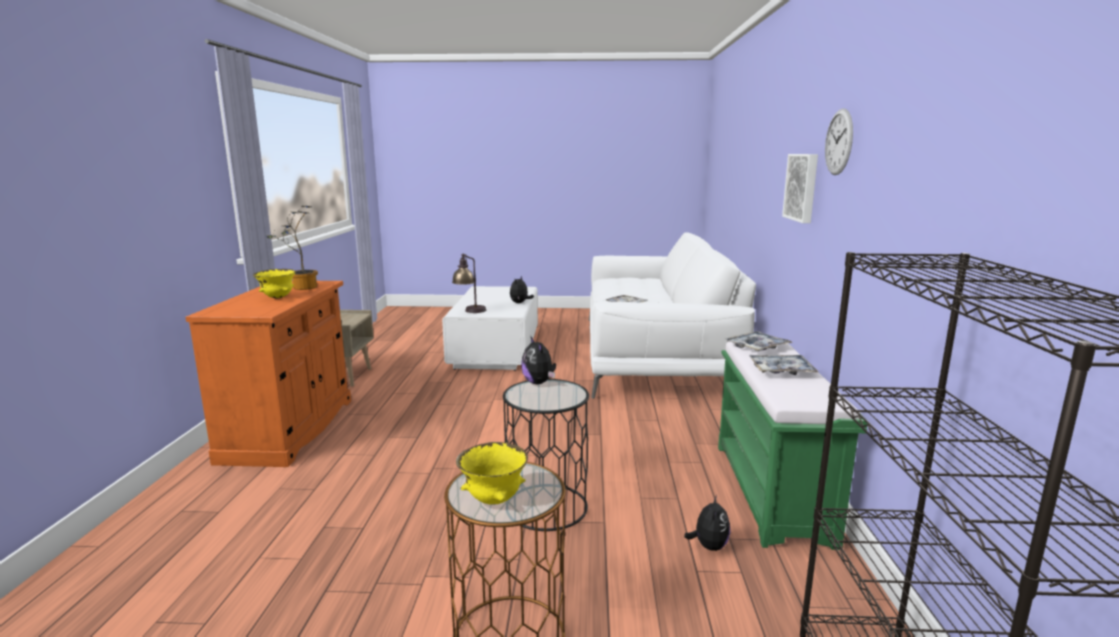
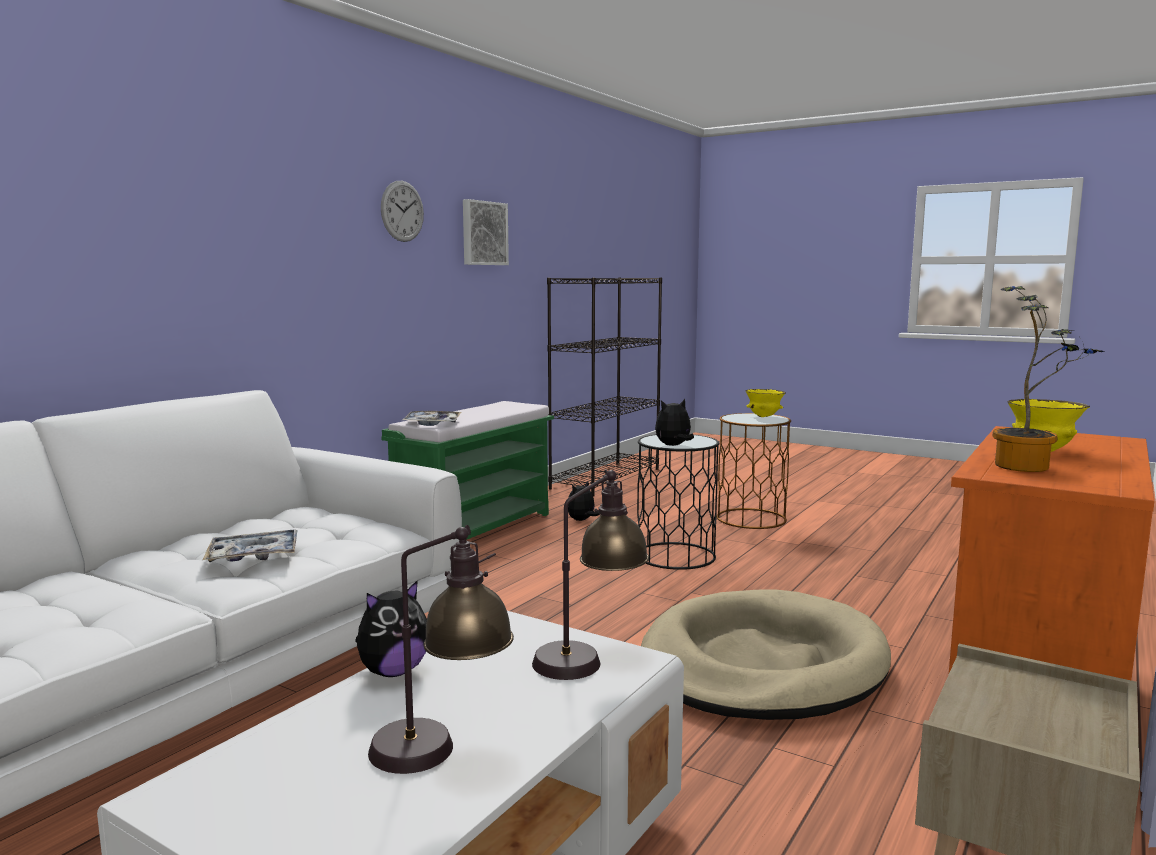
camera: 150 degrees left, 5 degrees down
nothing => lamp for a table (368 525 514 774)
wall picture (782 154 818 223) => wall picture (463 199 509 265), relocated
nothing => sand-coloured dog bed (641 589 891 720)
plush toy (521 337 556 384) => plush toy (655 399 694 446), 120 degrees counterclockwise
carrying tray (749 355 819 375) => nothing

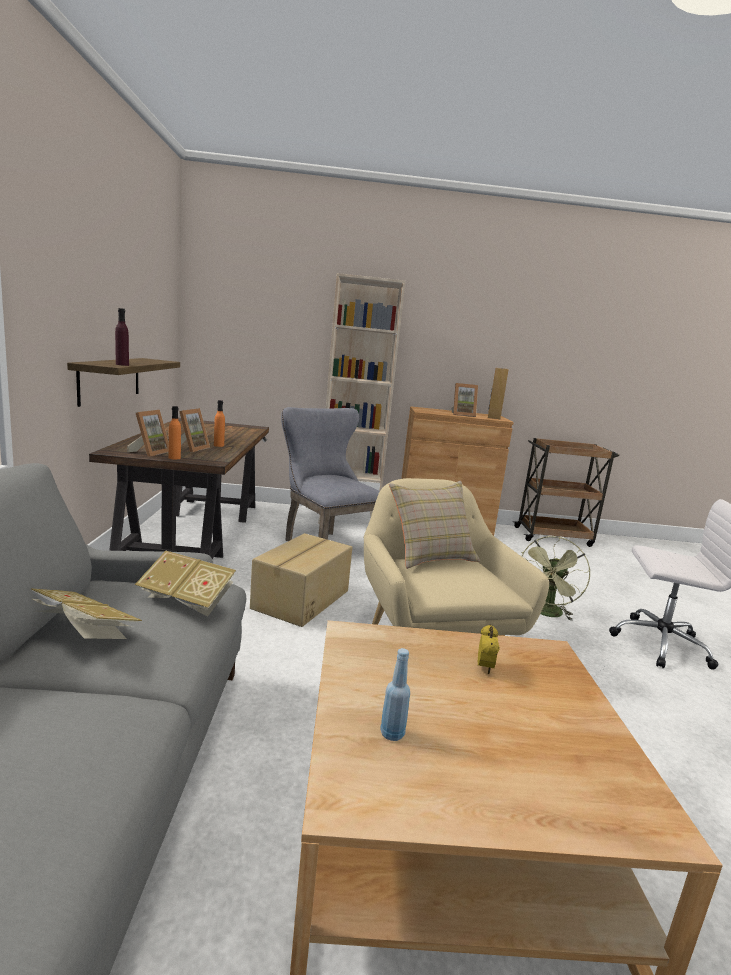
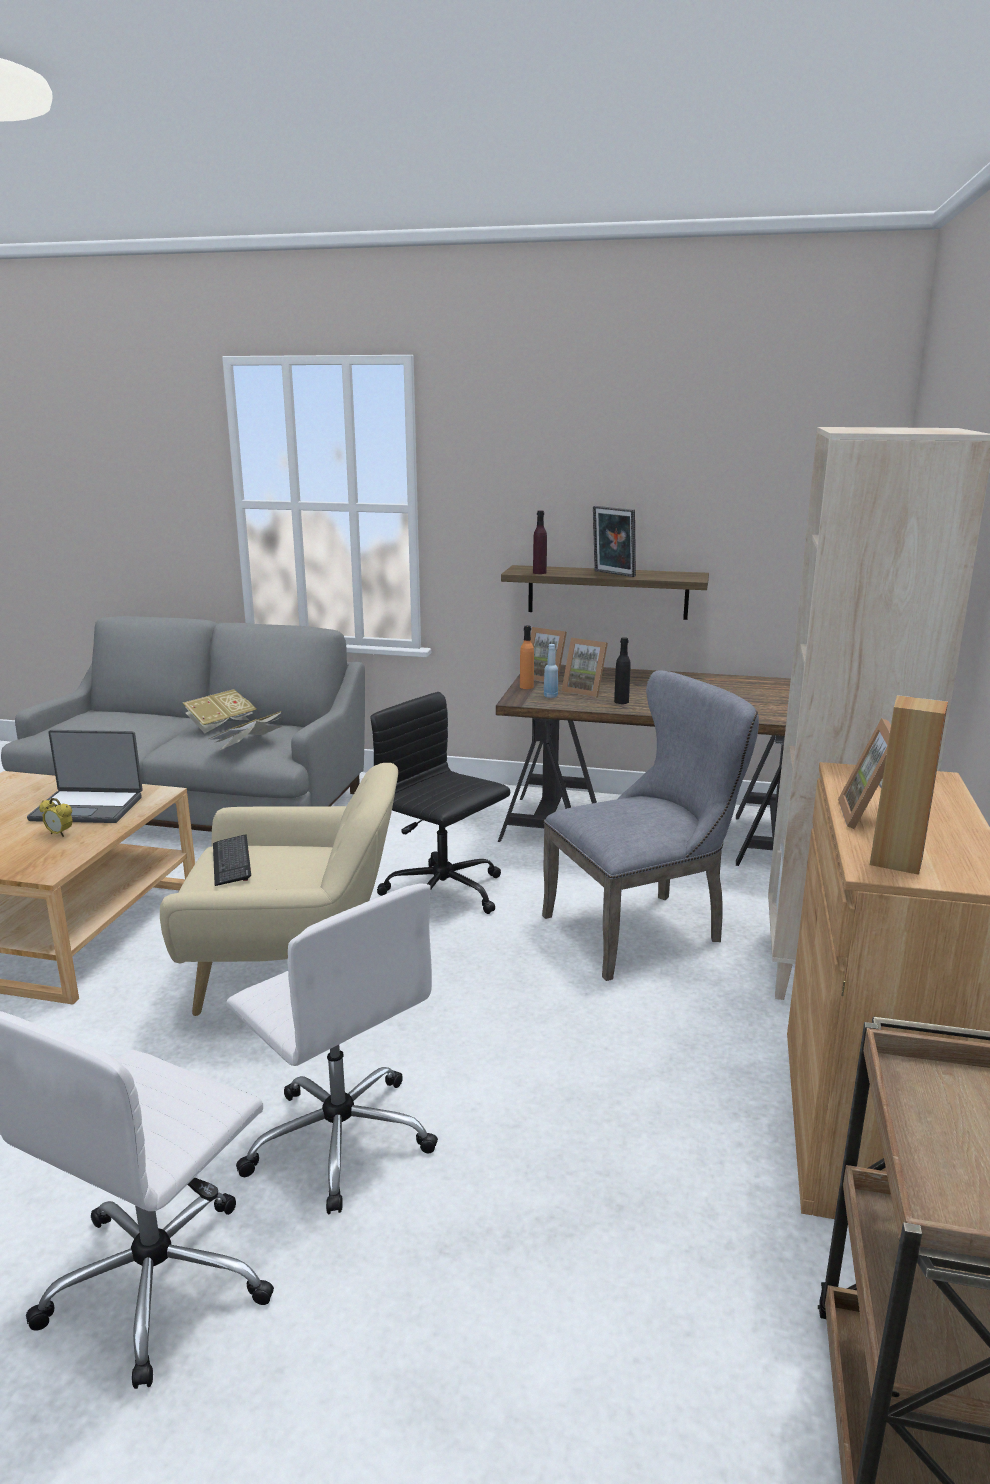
camera: 105 degrees right, 5 degrees up
nothing => notebook computer (27 730 143 823)
nothing => PC keyboard (213 834 251 886)
green-coloured electric fan (521 536 591 621) => white-coloured desk chair (226 883 438 1215)
packing box (250 533 352 627) => black-coloured desk chair (370 692 510 914)
blue beverage bottle (380 648 410 741) => blue beverage bottle (544 644 558 698), relocated
nothing => standing frame (593 506 636 577)
orangey beverage bottle (214 400 225 447) => black-coloured beverage bottle (614 637 631 704)
sand-coloured cushion (389 481 480 569) => nothing

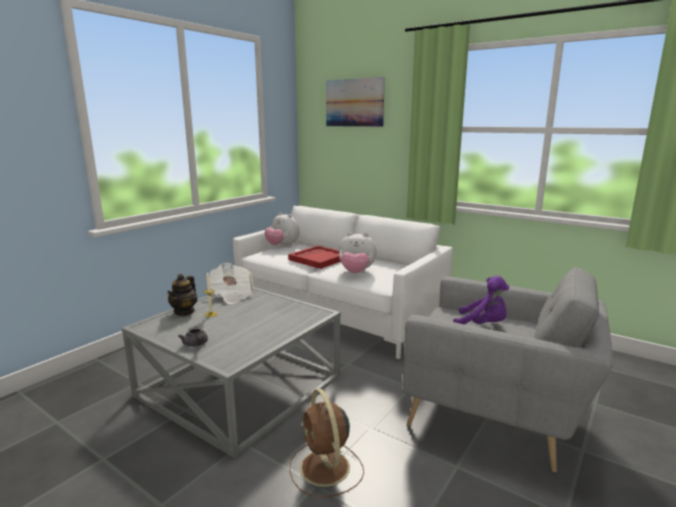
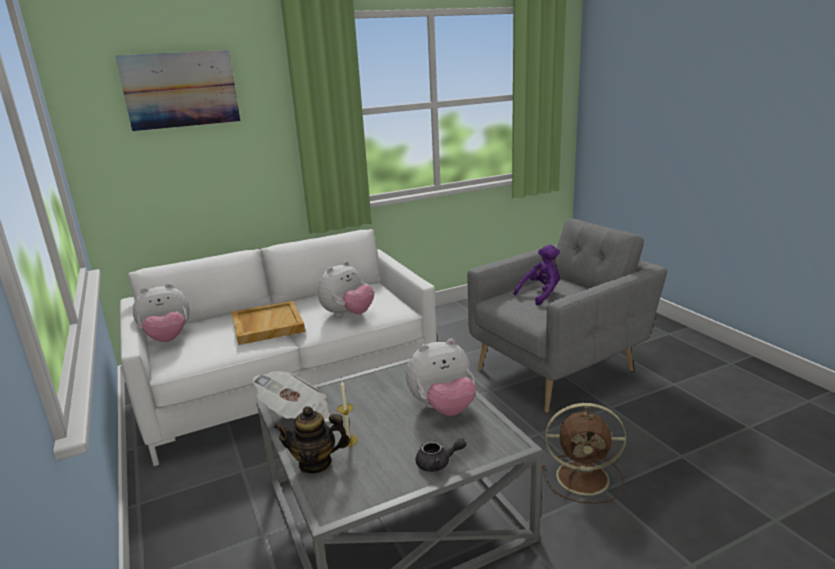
camera: 60 degrees left, 5 degrees up
reddish carrying tray (288 245 341 269) => sand-coloured carrying tray (232 301 305 345)
pot for tea (167 274 197 316) => pot for tea (273 406 350 474), 135 degrees clockwise
nothing => plush toy (406 339 476 416)

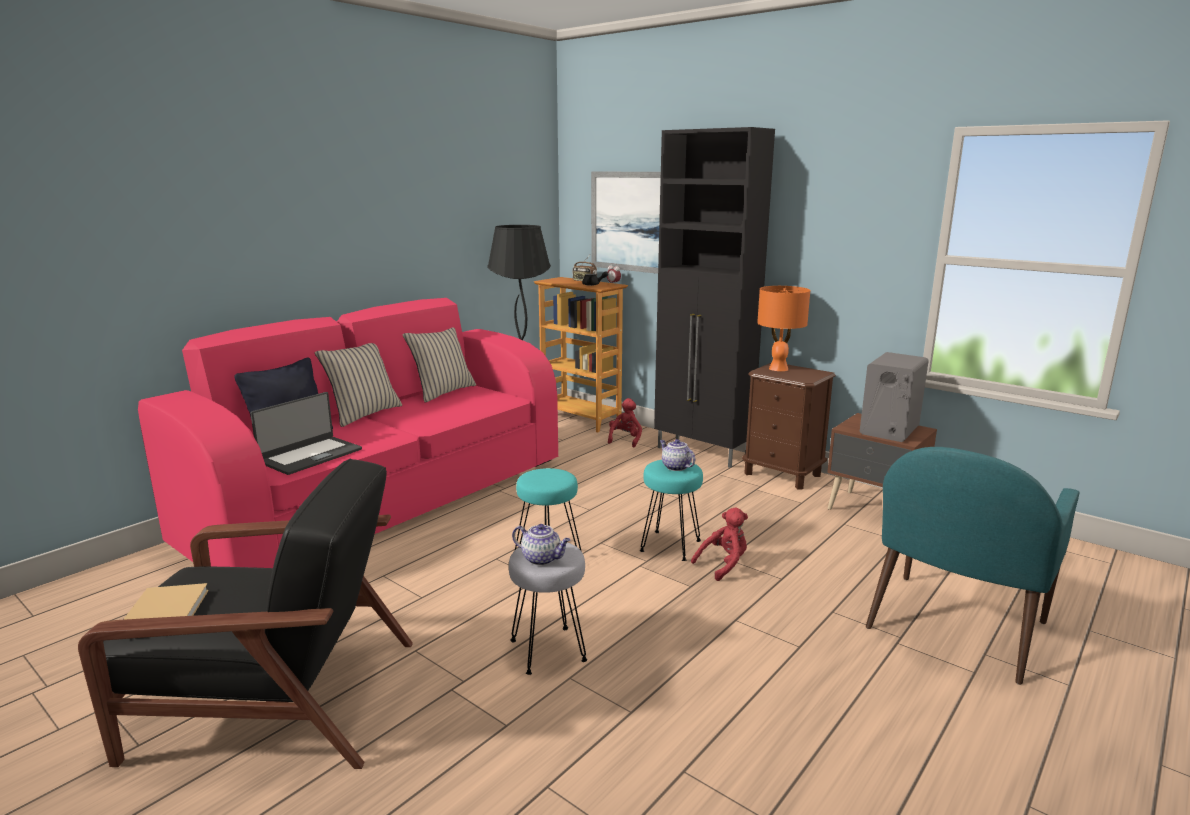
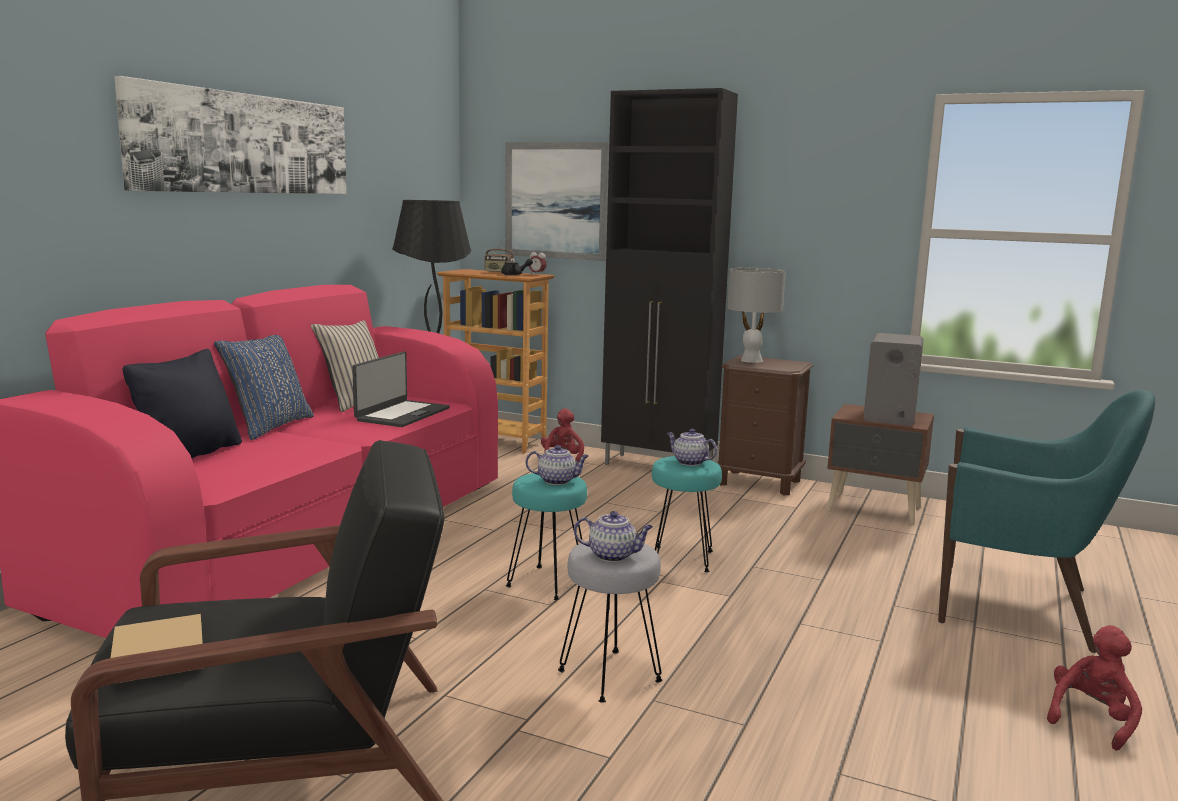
camera: 15 degrees left, 5 degrees down
nothing => wall picture (114 76 347 194)
sand-coloured cushion (315 343 402 427) => blue cushion (214 335 314 440)
notebook computer (250 392 362 475) => notebook computer (352 351 450 427), relocated
nothing => pot for tea (526 445 589 485)
orangey lamp for a table (757 286 810 371) => grey lamp for a table (727 268 786 363)
turquoise-coloured easy chair (866 447 1080 685) => turquoise-coloured easy chair (938 390 1155 653), 90 degrees counterclockwise
reddish plush toy (691 507 748 581) => reddish plush toy (1047 625 1142 751), relocated

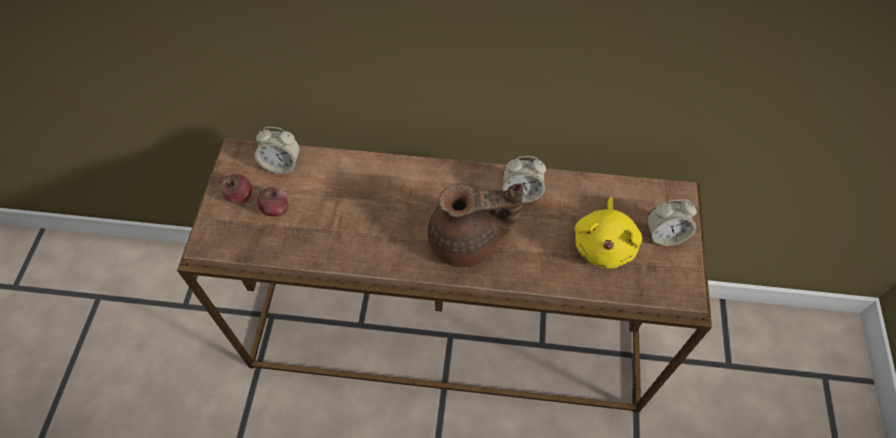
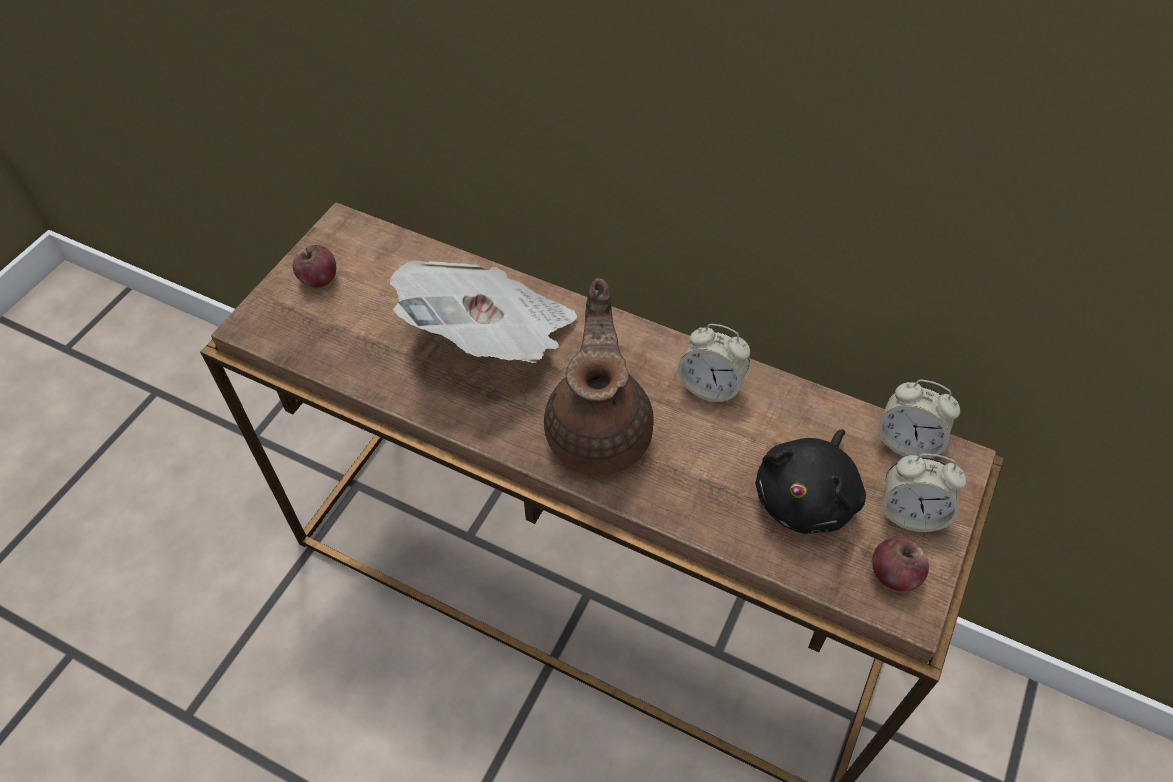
camera: 20 degrees right, 5 degrees down
nothing => printed paper (390 261 577 363)
brown-coloured pot for tea (428 183 524 267) => brown-coloured pot for tea (544 278 654 476), 105 degrees counterclockwise
yellowish plush toy (575 197 642 269) => black-coloured plush toy (755 429 866 534)
apple (257 187 290 216) => apple (872 537 929 591), relocated
table clock (255 127 300 174) => table clock (878 380 960 458), relocated

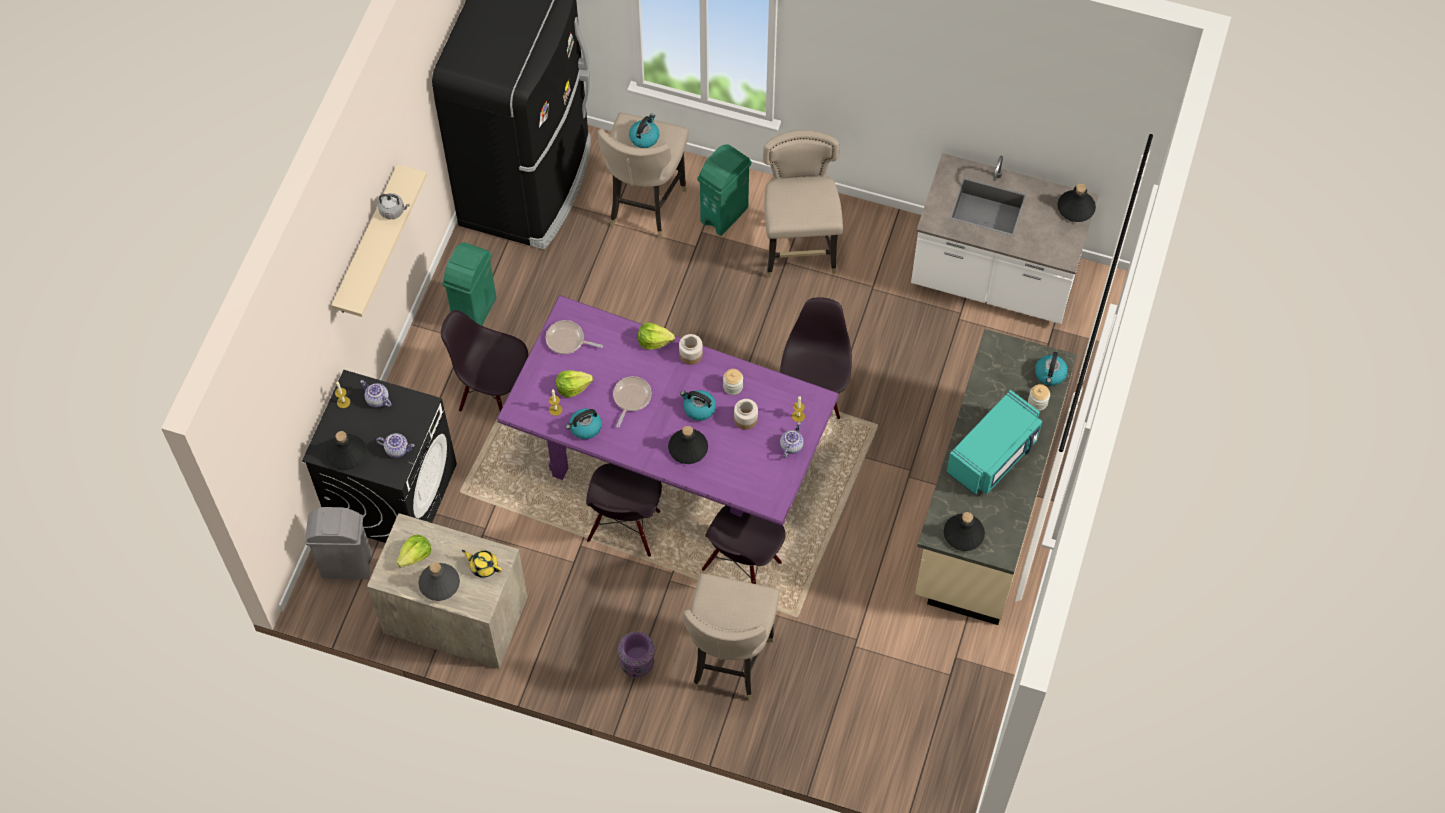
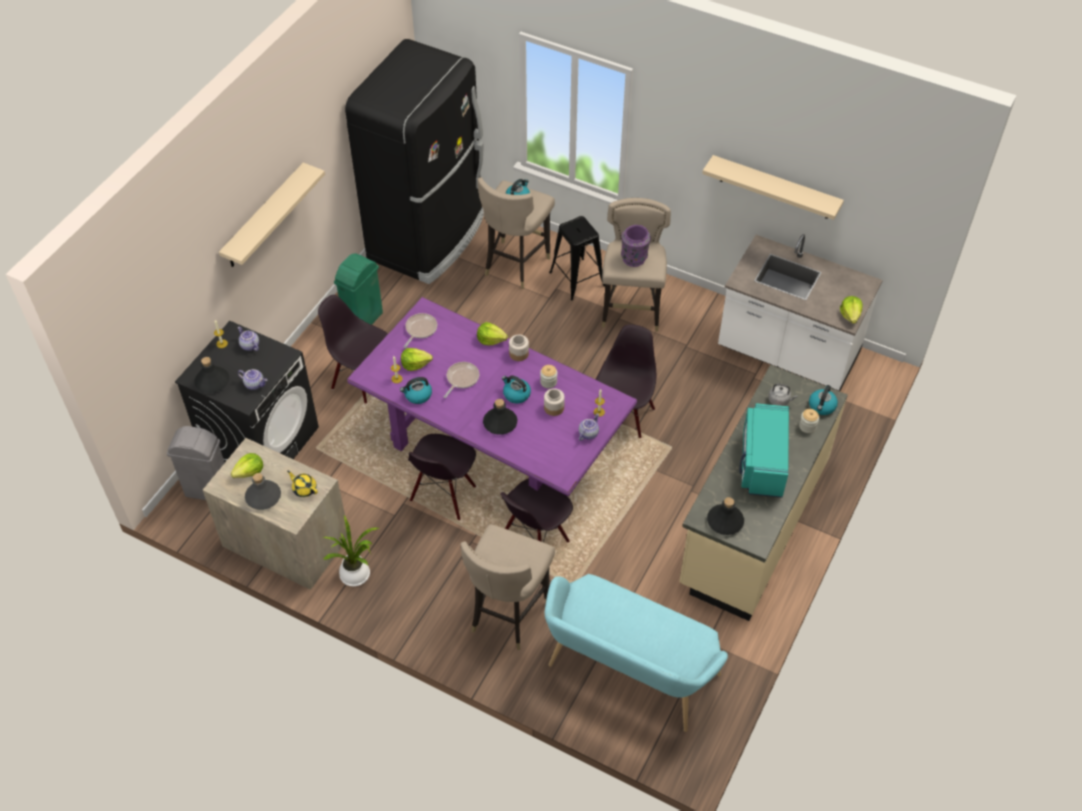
camera: 10 degrees right, 10 degrees down
nothing => plant in a pot (322 515 379 586)
skillet (546 320 603 354) => skillet (403 313 437 348), 90 degrees clockwise
nothing => turquoise-coloured long seat (545 574 728 732)
green-coloured waste bin (697 144 752 236) => black-coloured stool (549 216 605 300)
purplish flower vase (618 632 655 678) => purplish flower vase (621 225 651 267), relocated
nothing => sand-coloured bracket shelf (702 155 844 220)
turquoise-coloured microwave oven (946 390 1042 495) => turquoise-coloured microwave oven (740 403 789 497), 135 degrees clockwise
grey kettle (378 193 410 219) => grey kettle (768 384 798 406), relocated
nothing => lettuce (840 296 862 324)
black-coloured beverage bottle (1057 183 1096 222) => nothing

